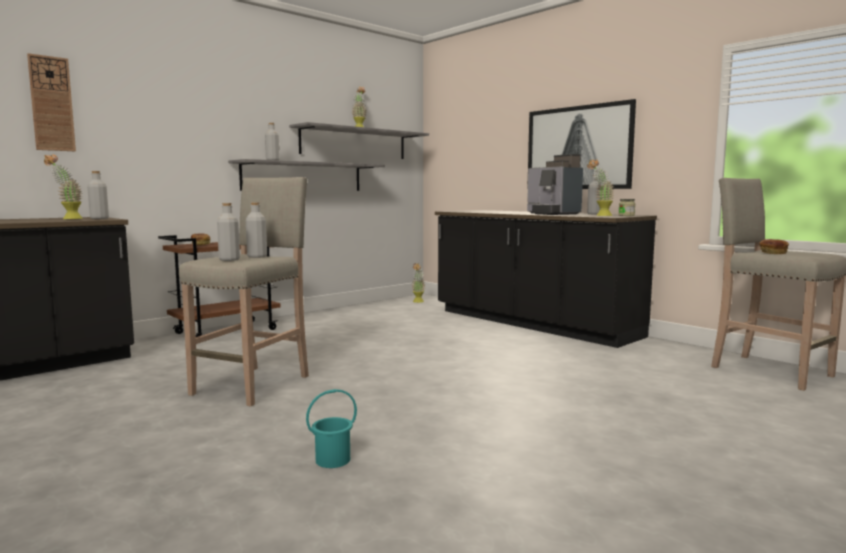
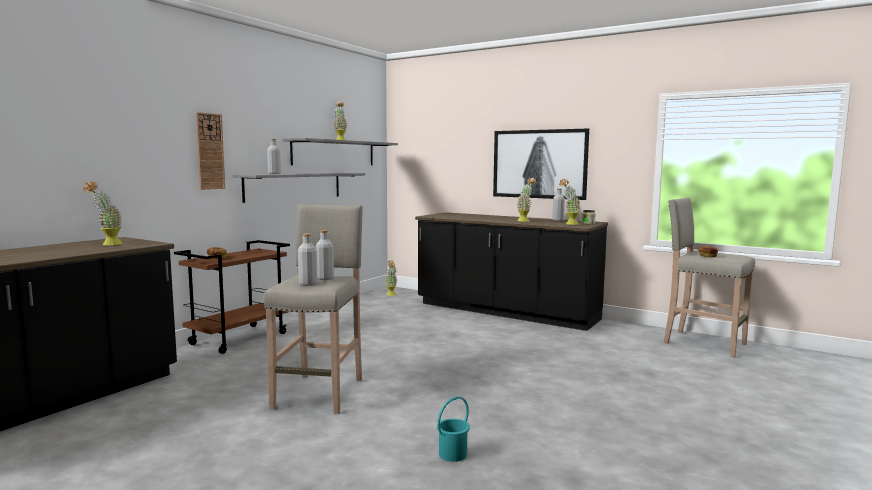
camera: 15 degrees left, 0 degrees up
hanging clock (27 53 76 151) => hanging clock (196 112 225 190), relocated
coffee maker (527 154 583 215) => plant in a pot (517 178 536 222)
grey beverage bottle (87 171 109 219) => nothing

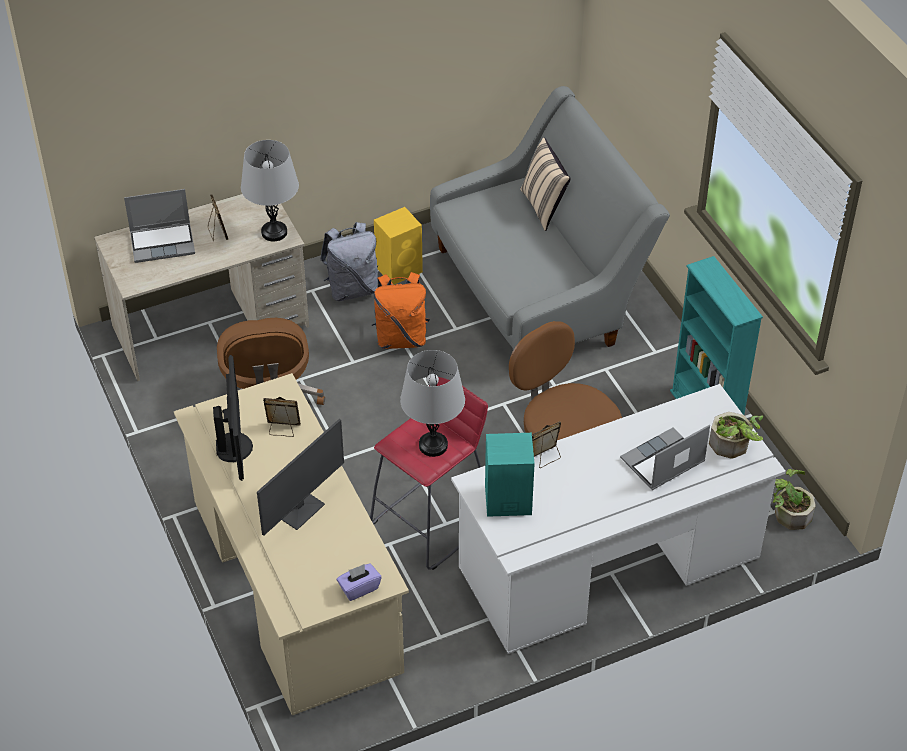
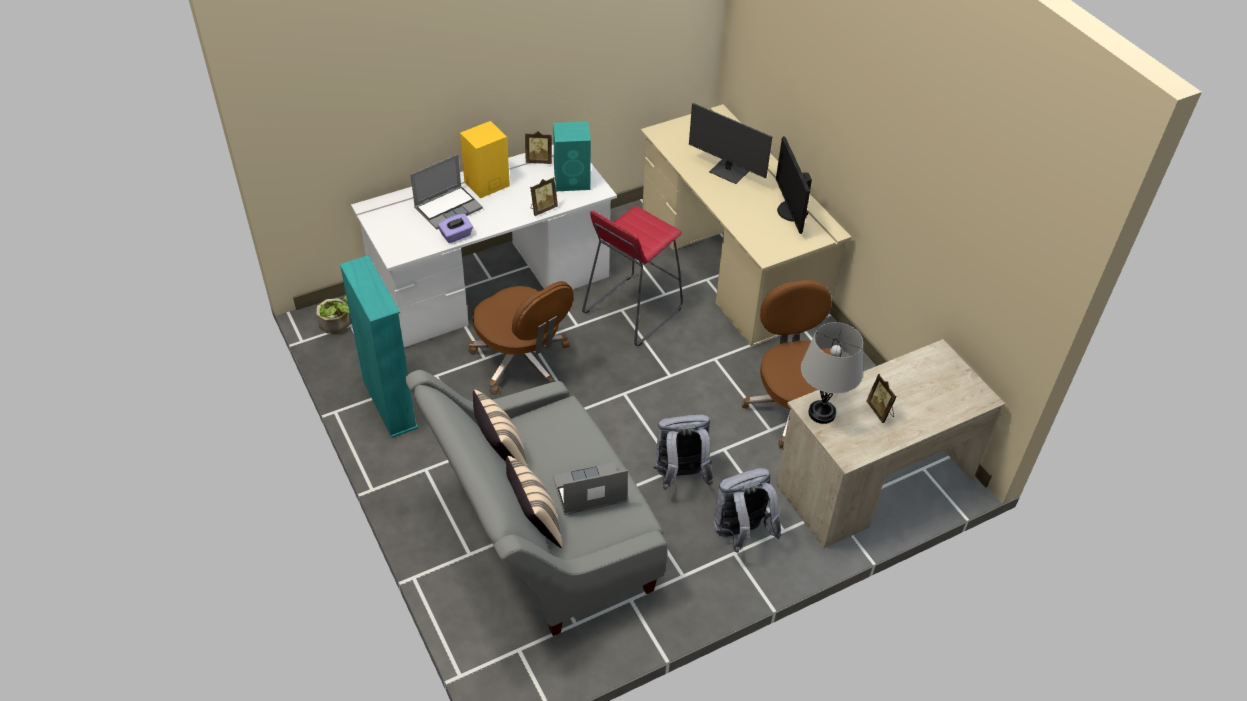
camera: 175 degrees right, 0 degrees up
purplish tissue box (337 564 381 601) => purplish tissue box (438 214 473 243), relocated
yellowish audio speaker (374 207 423 285) => yellowish audio speaker (460 121 510 198), relocated
nothing => sand-coloured cushion (473 390 528 468)
standing frame (263 397 301 437) => standing frame (525 131 552 164), relocated
notebook computer (124 189 195 263) => notebook computer (553 463 628 515), relocated
orangey rucksack (372 272 430 349) => grey rucksack (653 415 713 490)
monitor (257 419 344 536) => monitor (689 103 772 184), 90 degrees counterclockwise
grey lamp for a table (400 350 465 457) => nothing
plant in a pot (709 412 763 458) => nothing

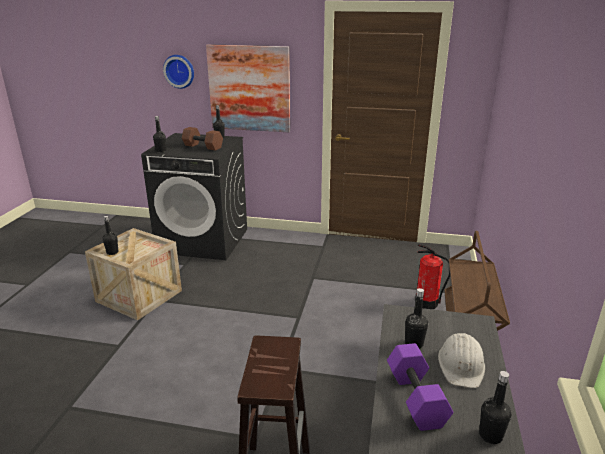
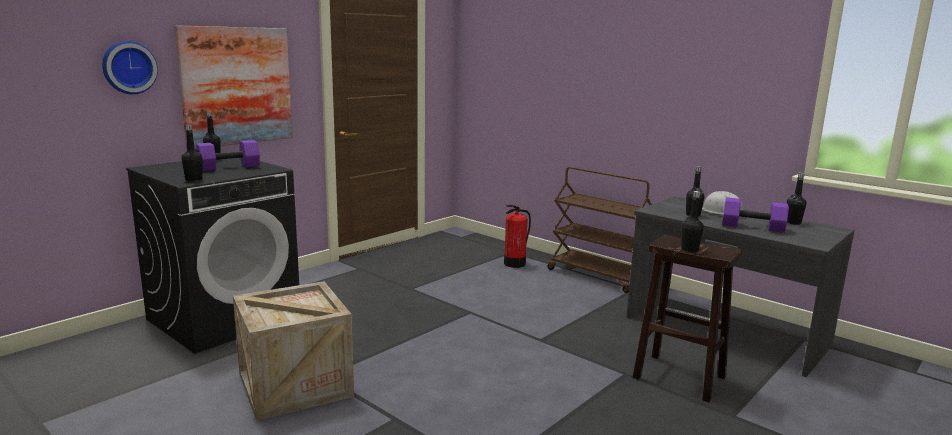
camera: 60 degrees left, 10 degrees down
brown-coloured free weight (182 127 223 151) => purplish free weight (196 140 260 171)
black-coloured beverage bottle (103 216 118 255) => black-coloured beverage bottle (681 191 704 252), relocated

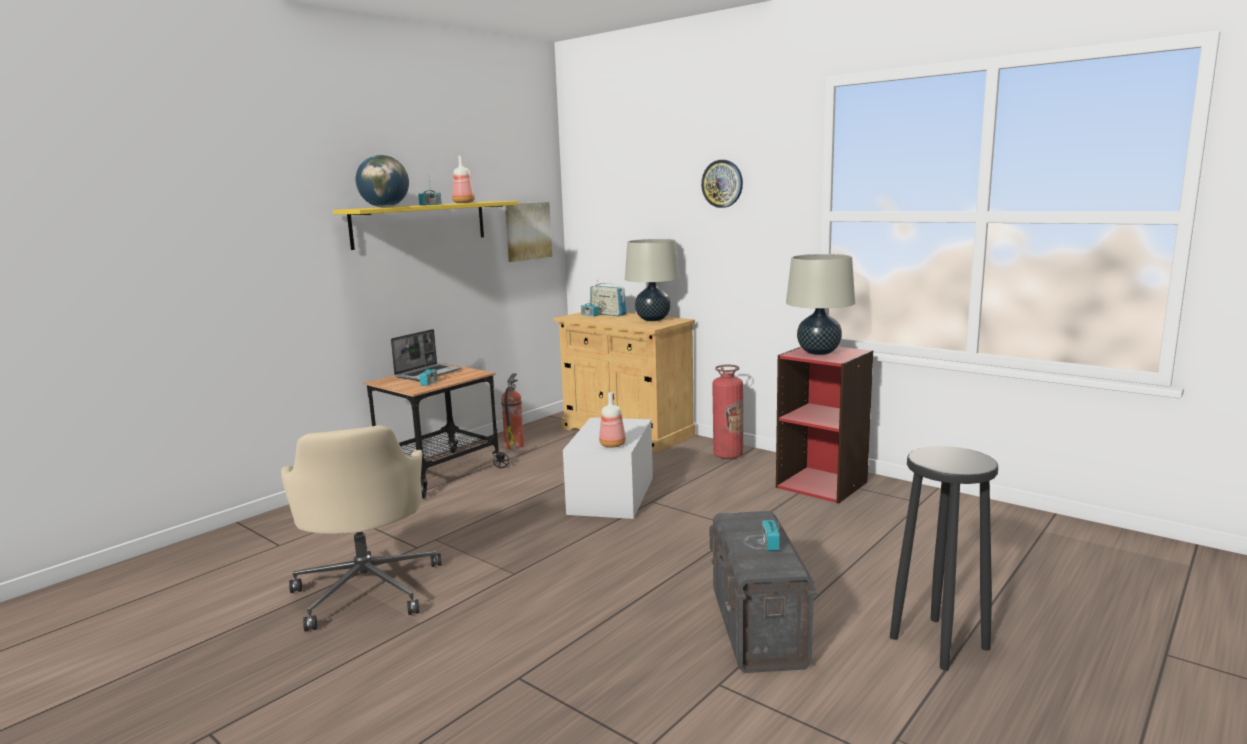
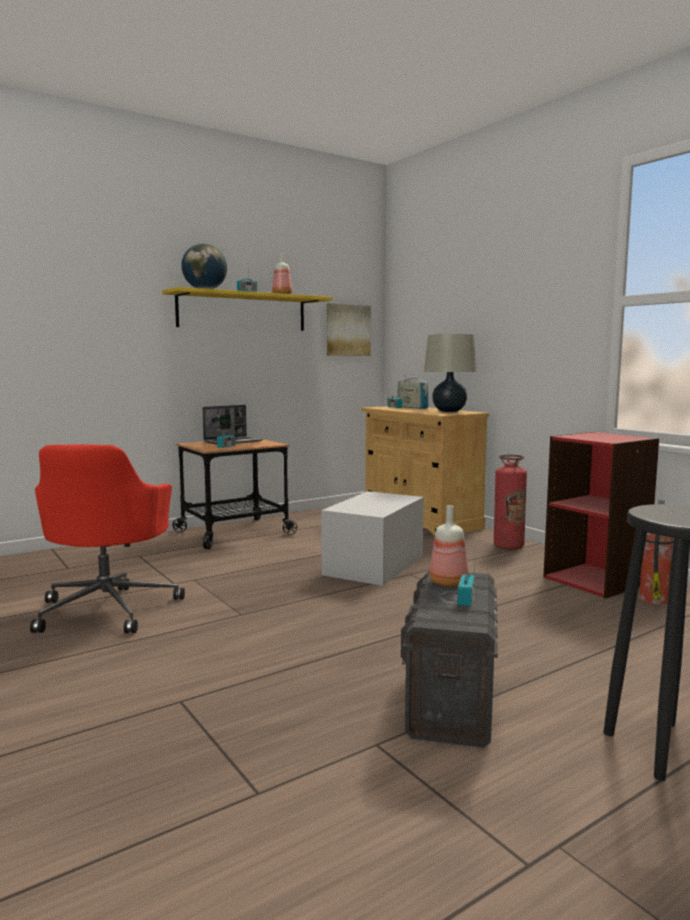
camera: 15 degrees right, 5 degrees down
sand-coloured desk chair (281 425 442 632) => reddish desk chair (30 445 185 633)
beverage bottle (599 392 626 448) => beverage bottle (429 505 469 587), relocated
fire extinguisher (501 373 524 449) => fire extinguisher (639 500 673 605), relocated
hanging clock (701 160 743 208) => nothing
sand-coloured lamp for a table (786 254 855 355) => nothing

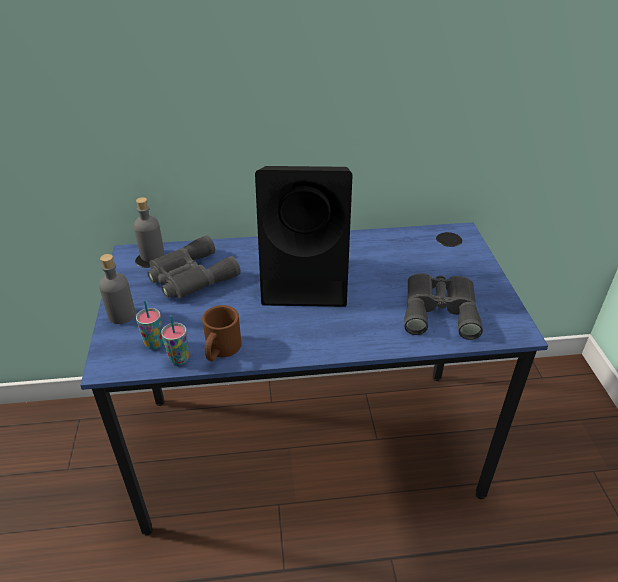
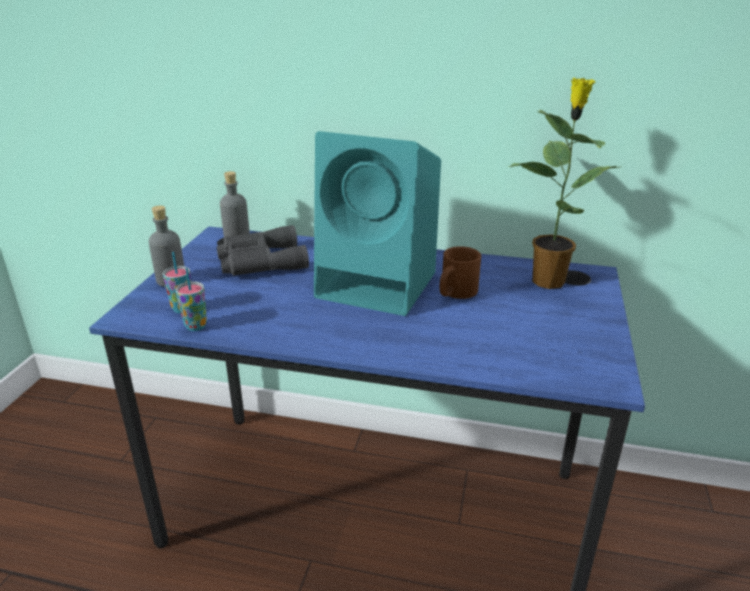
camera: 20 degrees right, 10 degrees down
black-coloured audio speaker (255 166 353 307) => turquoise-coloured audio speaker (314 131 441 316)
brown-coloured mug (202 305 241 361) => brown-coloured mug (440 246 481 299), relocated
nothing => plant in a pot (509 78 619 289)
grey field glasses (405 273 483 340) => nothing

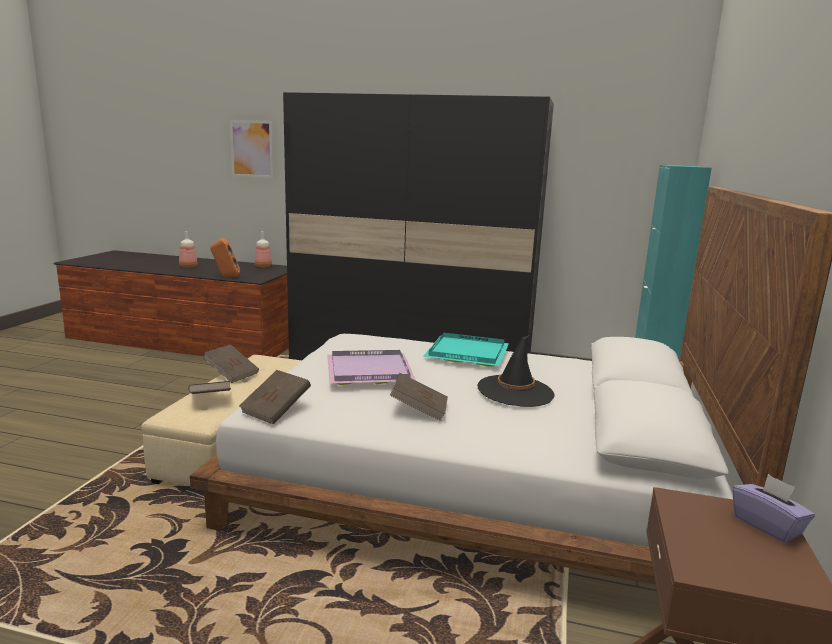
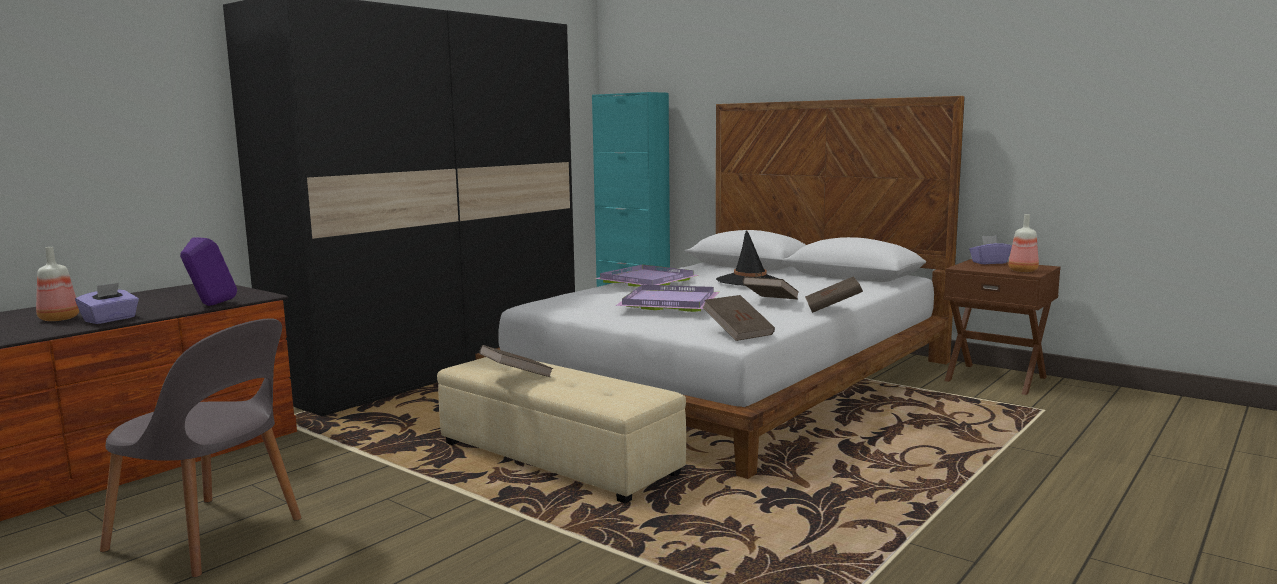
camera: 65 degrees left, 5 degrees down
nothing => purplish tissue box (75 283 139 324)
nothing => grey upright chair (100 318 301 577)
orangey audio speaker (210 238 240 278) => purplish audio speaker (180 237 237 306)
turquoise-coloured carrying tray (423 333 509 367) => purplish carrying tray (594 264 699 287)
brown-coloured book (188 381 231 394) => brown-coloured book (805 276 863 313), relocated
beverage bottle (254 231 272 267) => beverage bottle (1008 214 1039 272), relocated
wall picture (230 120 274 178) => nothing

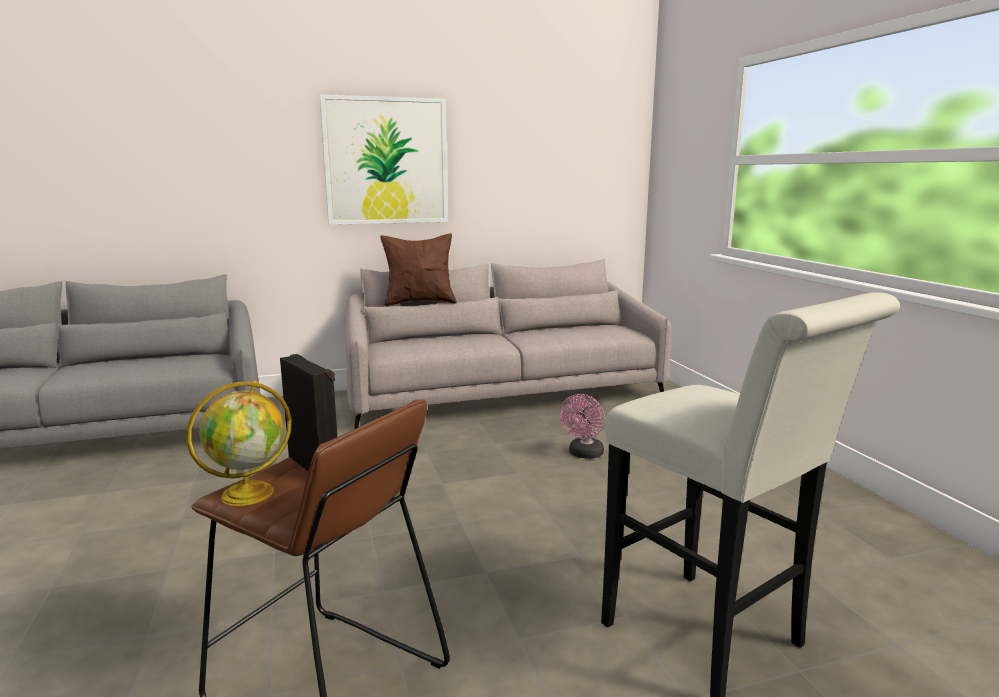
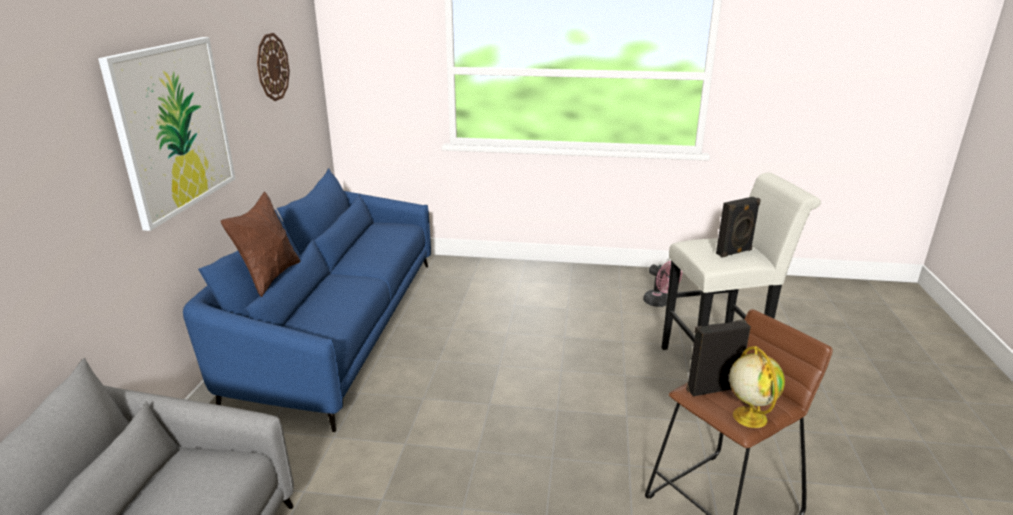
camera: 65 degrees left, 10 degrees up
grey settee (345 259 671 429) => blue settee (183 168 431 432)
nothing => hanging clock (257 33 290 101)
pinkish electric fan (560 394 605 459) => pinkish electric fan (643 261 682 307), relocated
nothing => black-coloured audio speaker (716 197 761 258)

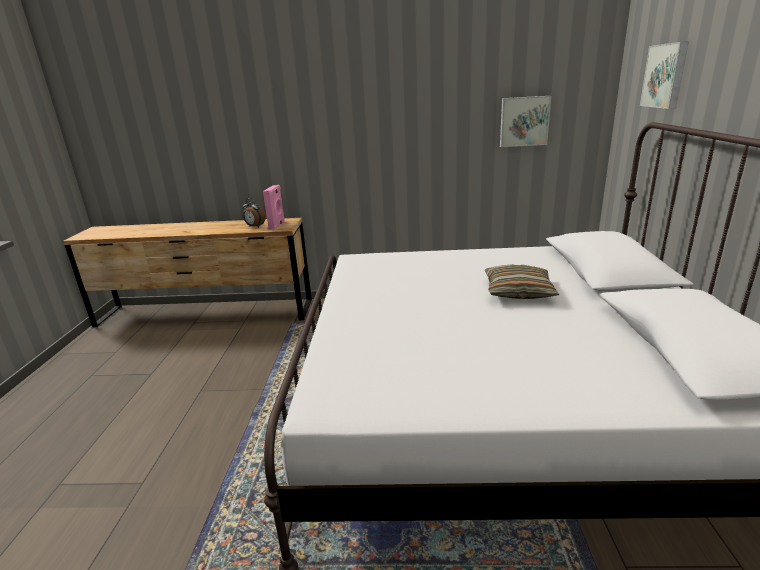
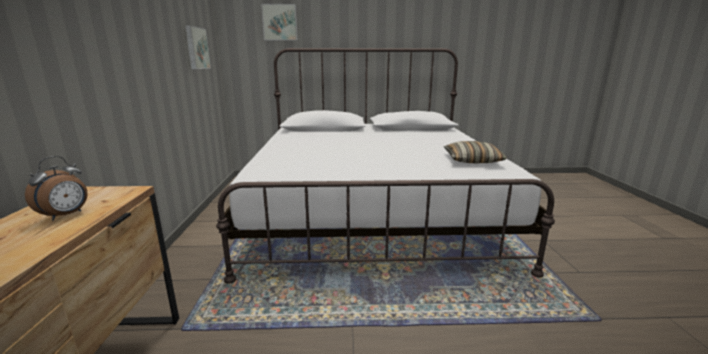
camera: 95 degrees left, 5 degrees down
cushion (485 264 559 299) => cushion (444 141 507 163), relocated
pinkish audio speaker (263 185 285 230) => nothing

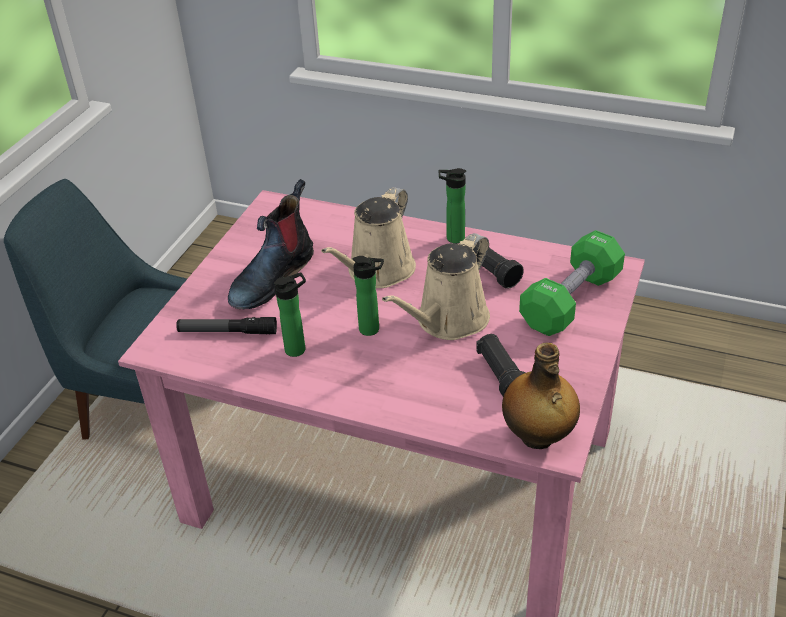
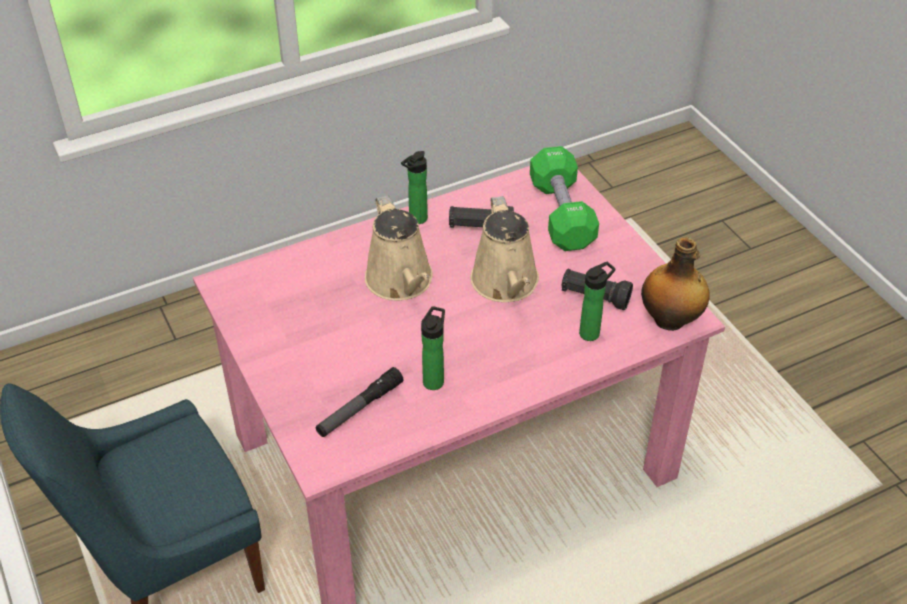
camera: 50 degrees left, 5 degrees up
beverage bottle (353 256 384 336) => beverage bottle (579 262 615 341), relocated
boot (228 179 314 309) => nothing

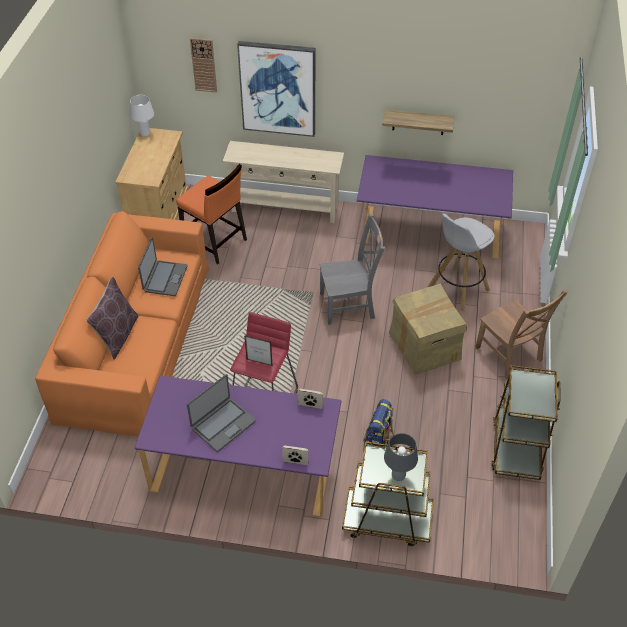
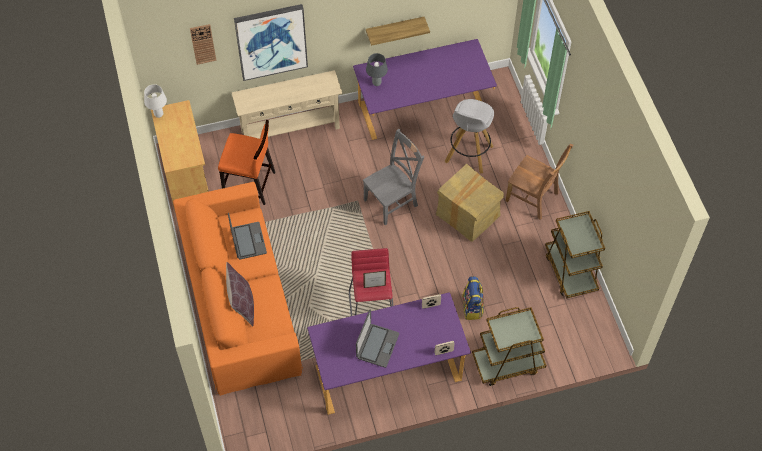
camera: 25 degrees left, 10 degrees up
grey lamp for a table (384 433 418 481) => grey lamp for a table (366 53 388 86), relocated

